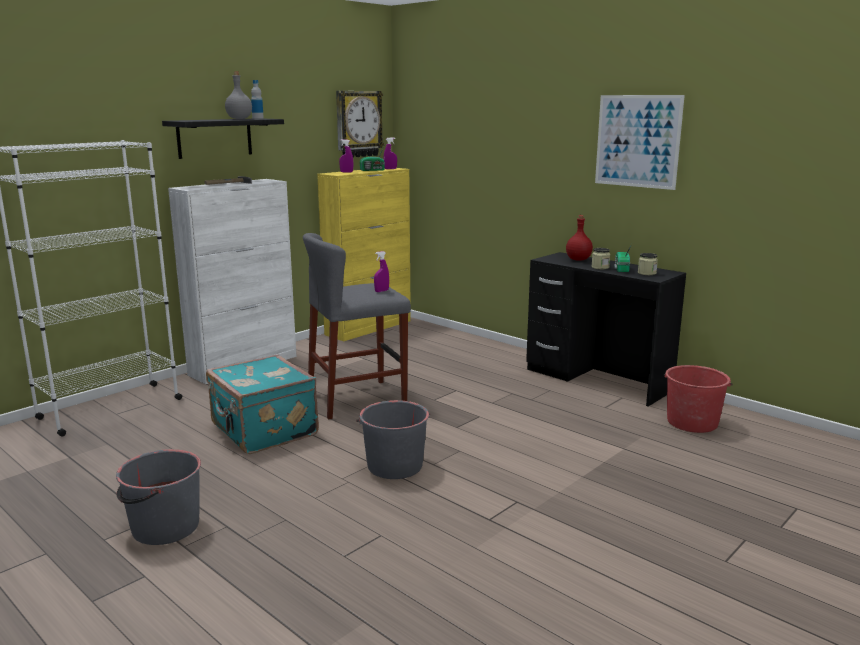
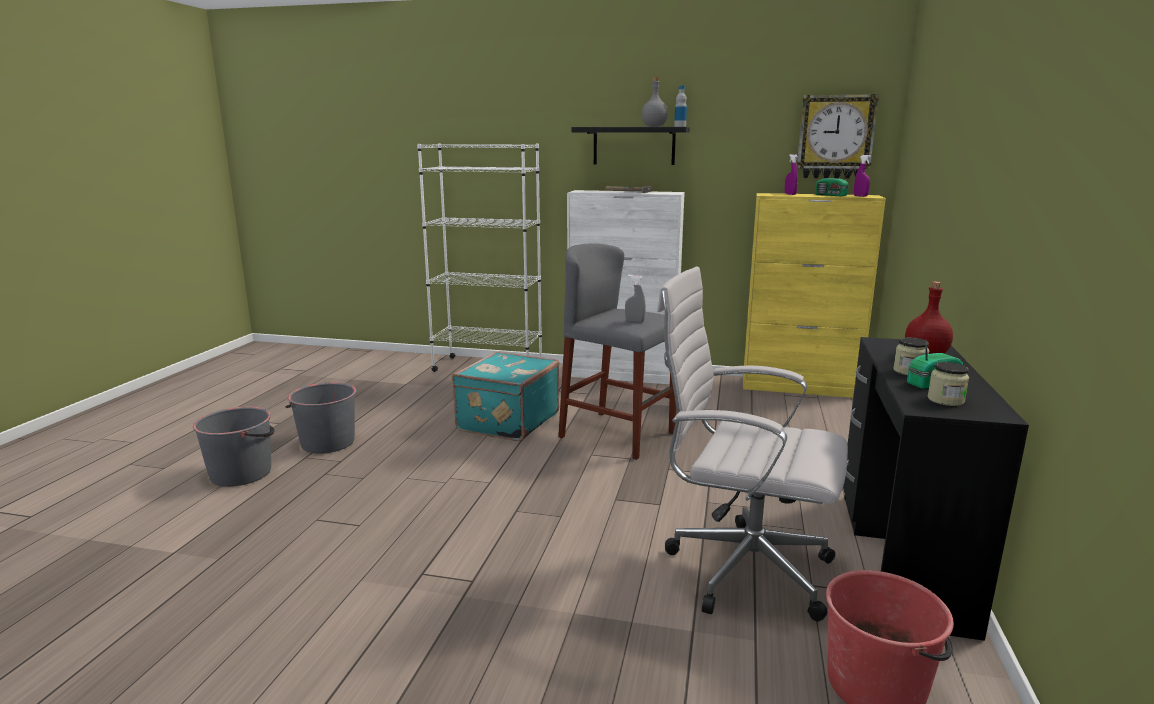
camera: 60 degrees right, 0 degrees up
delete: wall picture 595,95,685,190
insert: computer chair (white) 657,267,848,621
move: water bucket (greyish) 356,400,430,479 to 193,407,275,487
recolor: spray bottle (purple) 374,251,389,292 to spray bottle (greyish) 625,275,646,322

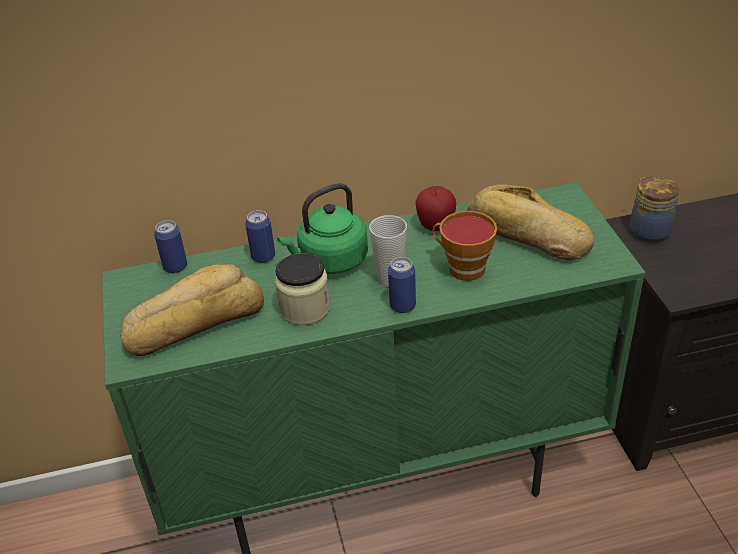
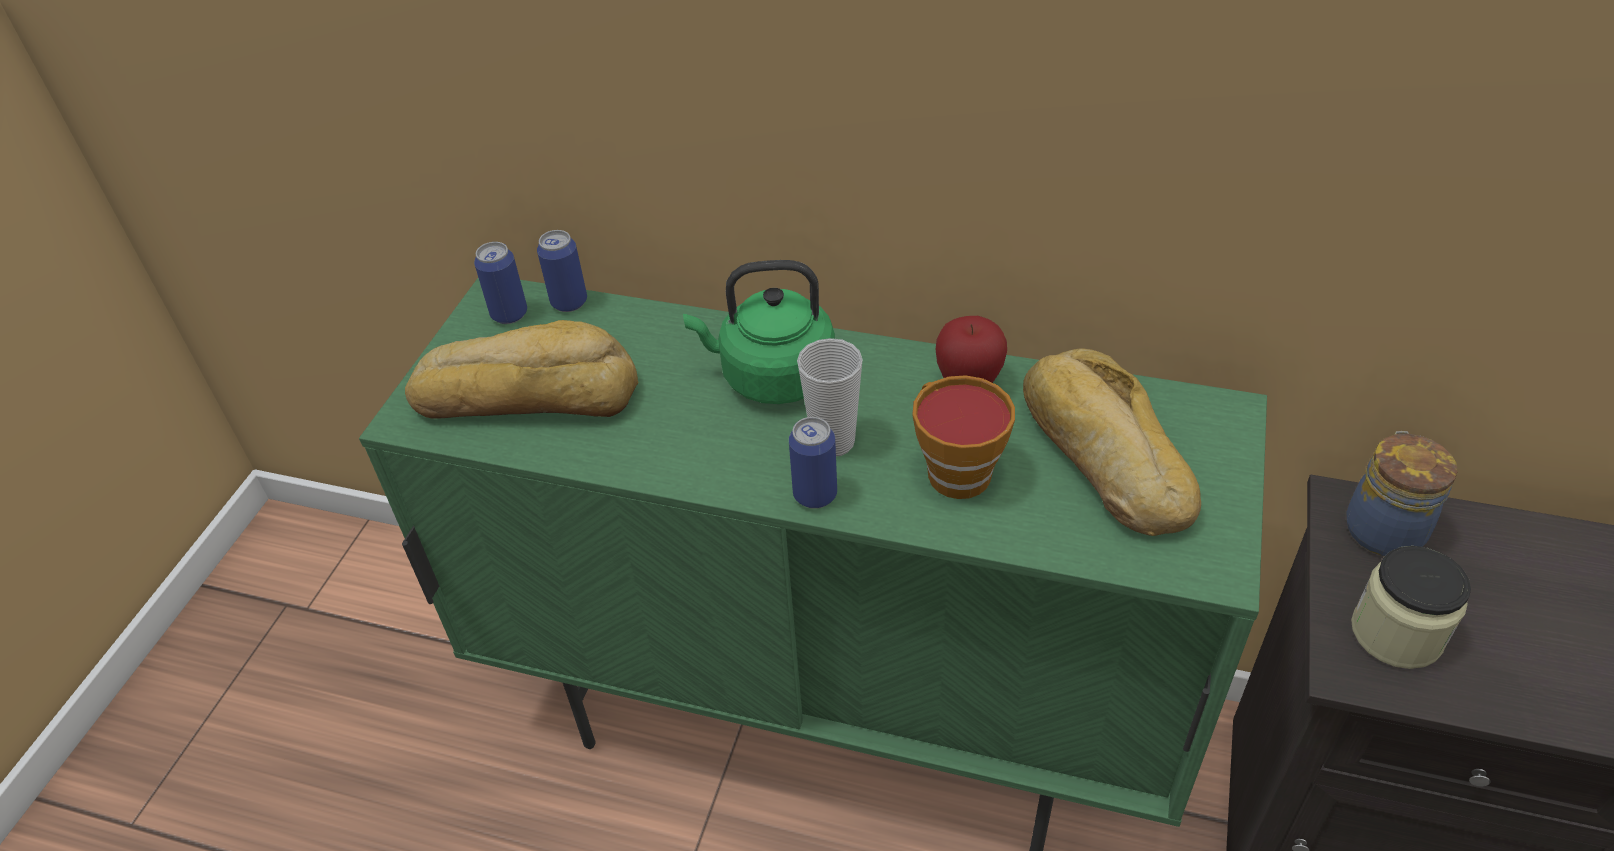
camera: 30 degrees right, 5 degrees up
move: can 245,210,275,263 to 474,242,527,324; preserve jar 275,253,330,325 to 1351,546,1471,669

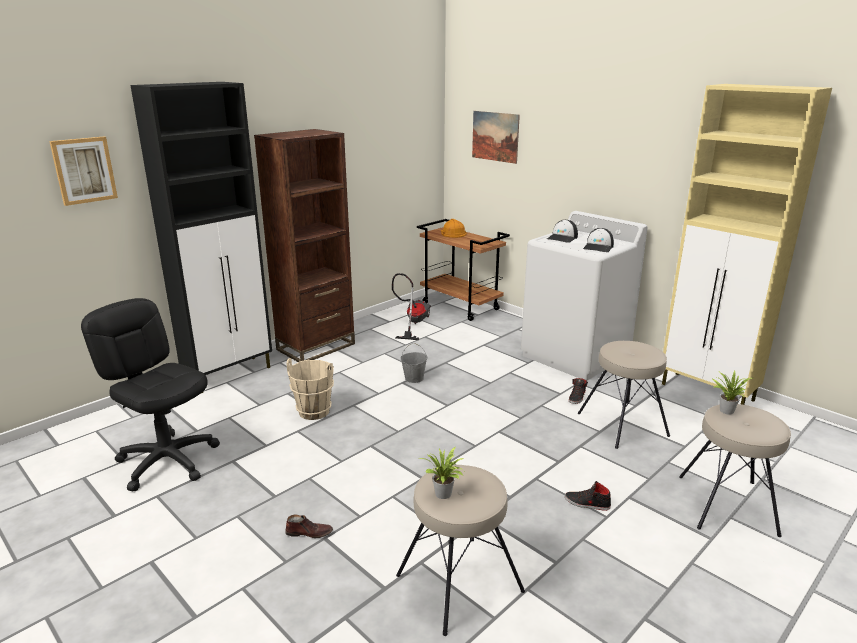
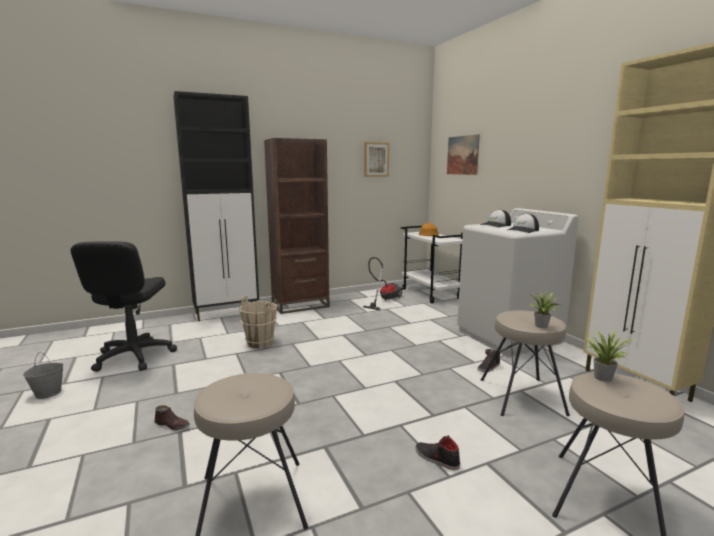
camera: 20 degrees right, 10 degrees down
move: wall picture 49,137,118,206 to 364,142,390,177; water bucket (greyish) 401,343,427,383 to 23,352,64,399; plant in a pot 419,447,464,499 to 530,291,560,328
recolor: trolley (brown-coloured) 417,219,510,321 to trolley (white) 401,226,463,303
rotate: computer chair (black-coloured) 81,298,220,492 = 70,241,177,372 150 degrees counterclockwise

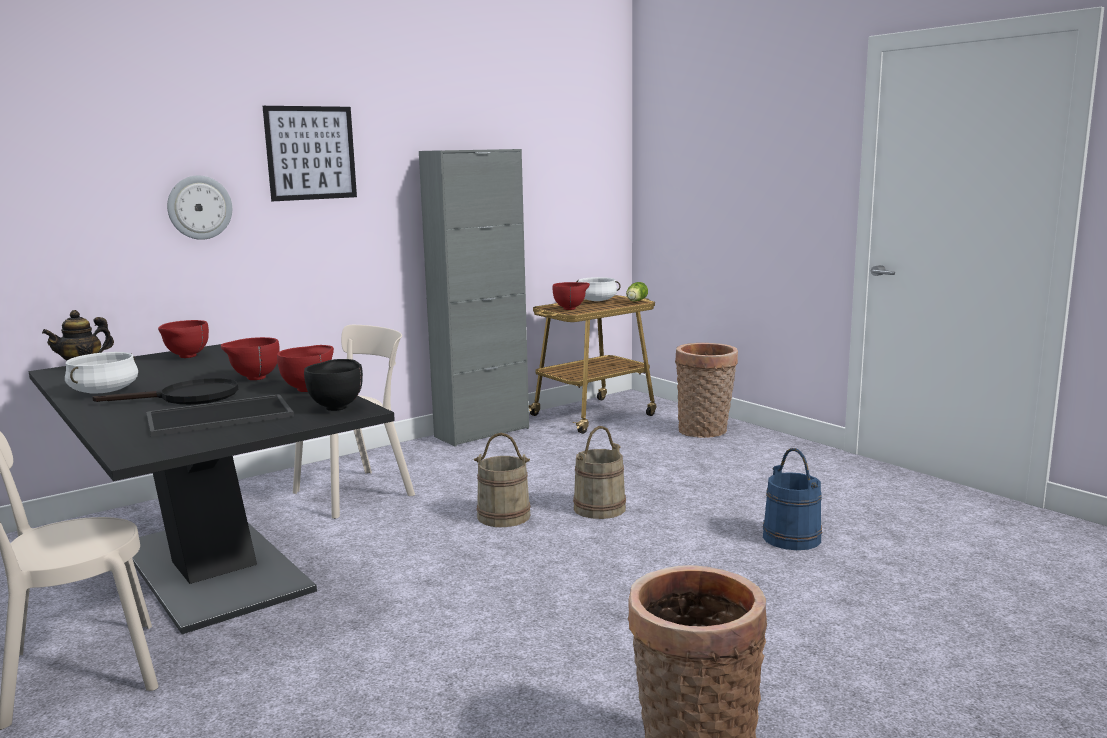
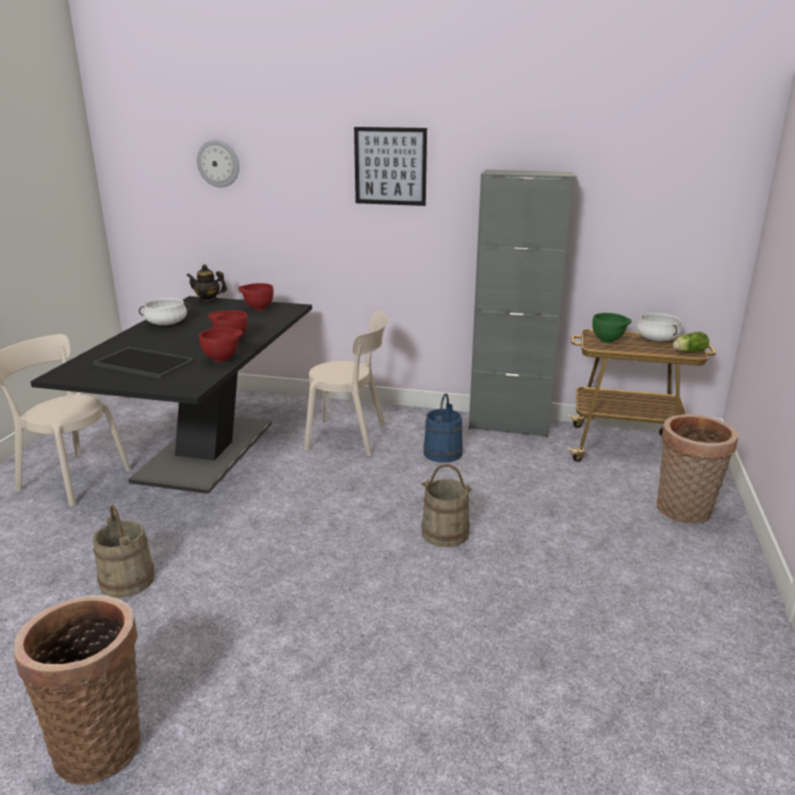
camera: 50 degrees right, 10 degrees up
delete: skillet (black-coloured) 92,378,238,405; deep dish (black-coloured) 304,359,363,411
move: wall clock 167,176,232,240 to 197,140,239,188; water bucket (beige-coloured) 474,433,531,527 to 93,505,155,598; water bucket (blue) 763,448,822,550 to 423,393,463,462
recolor: deep dish (red) 552,282,590,310 to deep dish (greenish) 593,313,632,343

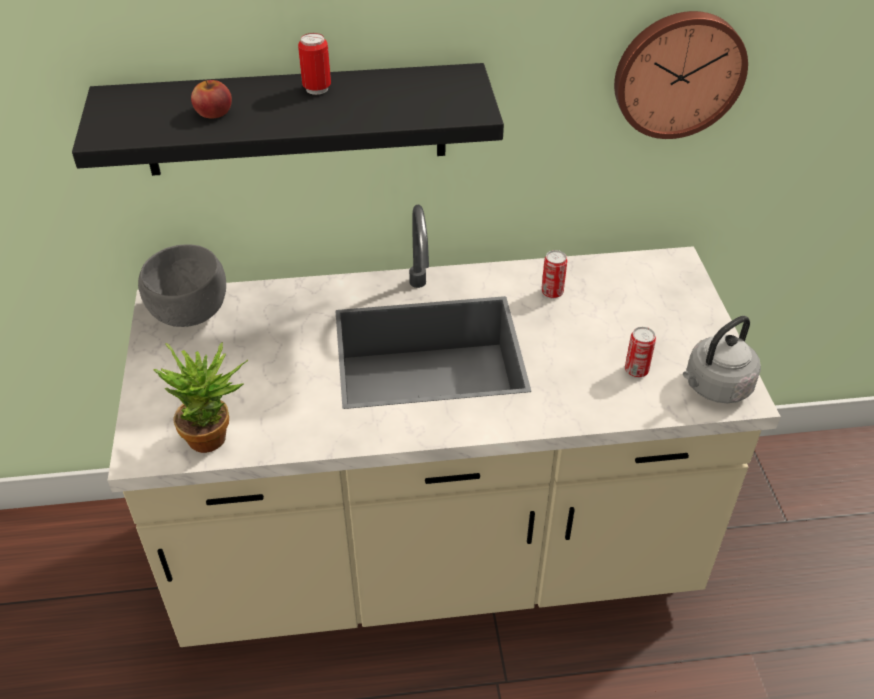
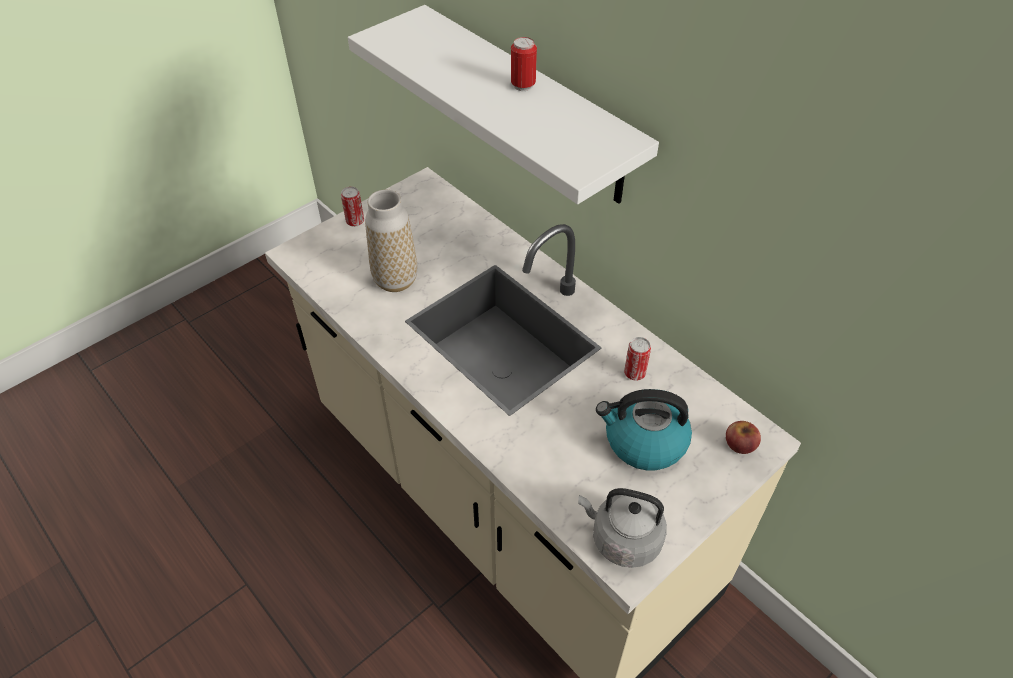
camera: 55 degrees right, 5 degrees up
delete: deep dish (greyish) 138,244,226,327; plant in a pot 153,342,248,453; wall clock 614,11,748,139
insert: decorative vase 365,190,417,292; water kettle 596,389,692,470
move: whole apple 191,80,232,118 to 726,421,761,454; can 625,327,656,378 to 341,187,364,227
recolor: shelf (black-coloured) 72,63,504,176 to shelf (white) 348,5,659,204

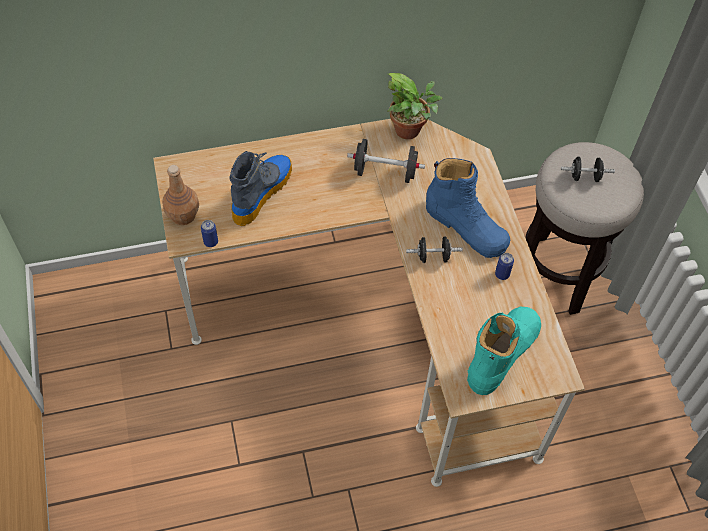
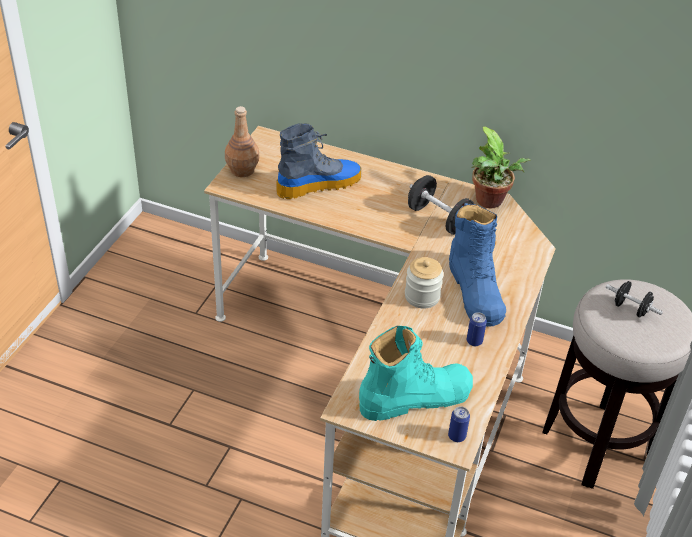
camera: 35 degrees right, 15 degrees down
move: can 201,220,218,247 to 448,406,470,442
replace: dumbbell (black-coloured) 406,237,463,263 to preserve jar 405,257,444,308

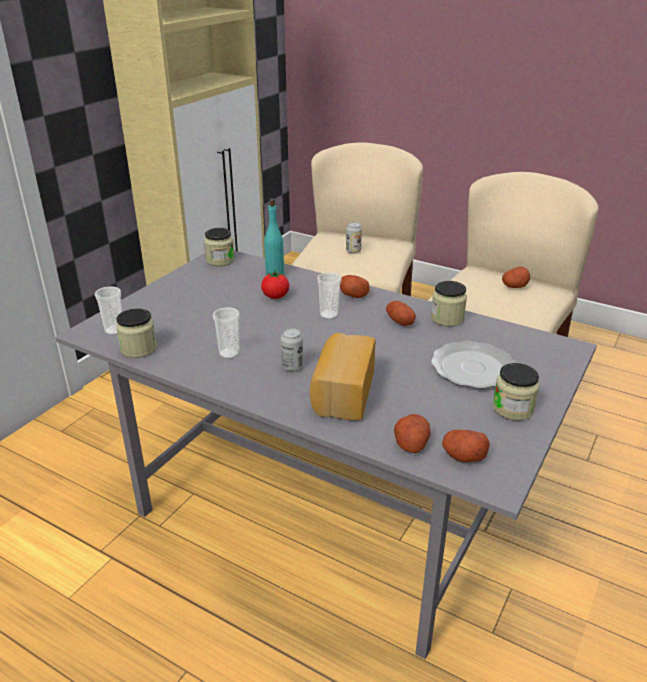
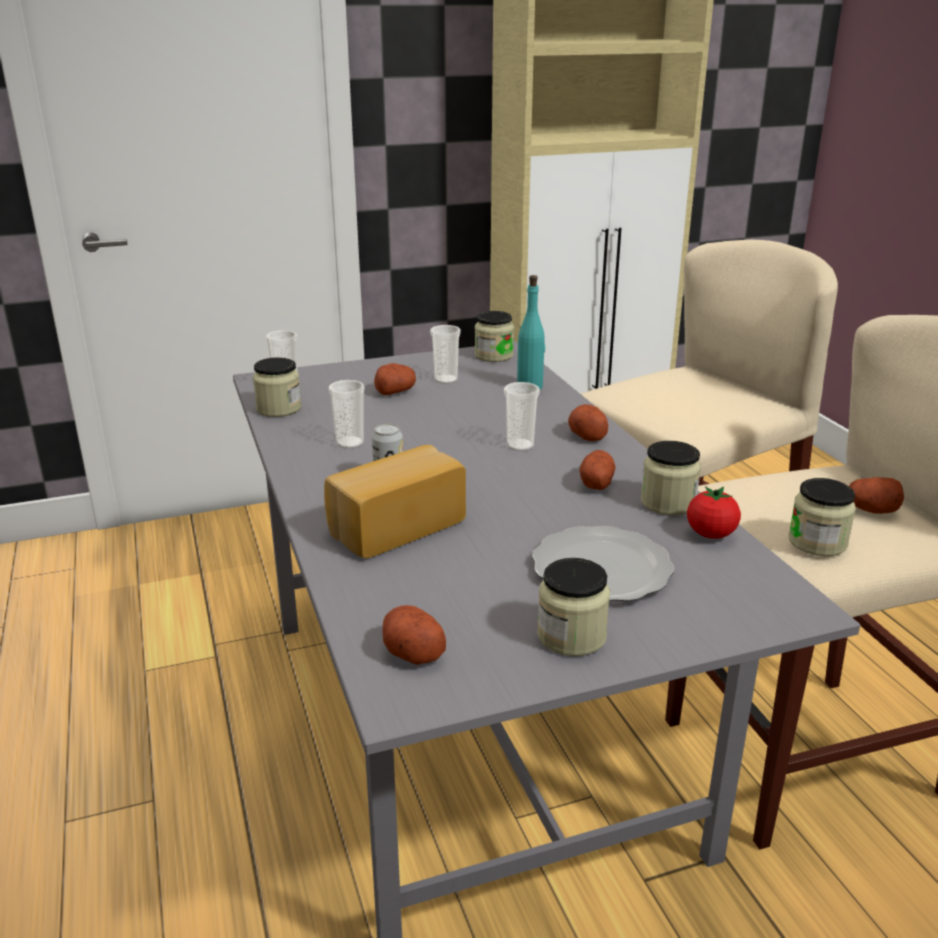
camera: 40 degrees right, 5 degrees down
delete: can 346,222,362,254
insert: drinking cup 430,325,461,384; preserve jar 788,478,856,556
move: tomato 261,270,289,299 to 687,486,741,539; spud 394,414,431,453 to 374,363,416,395

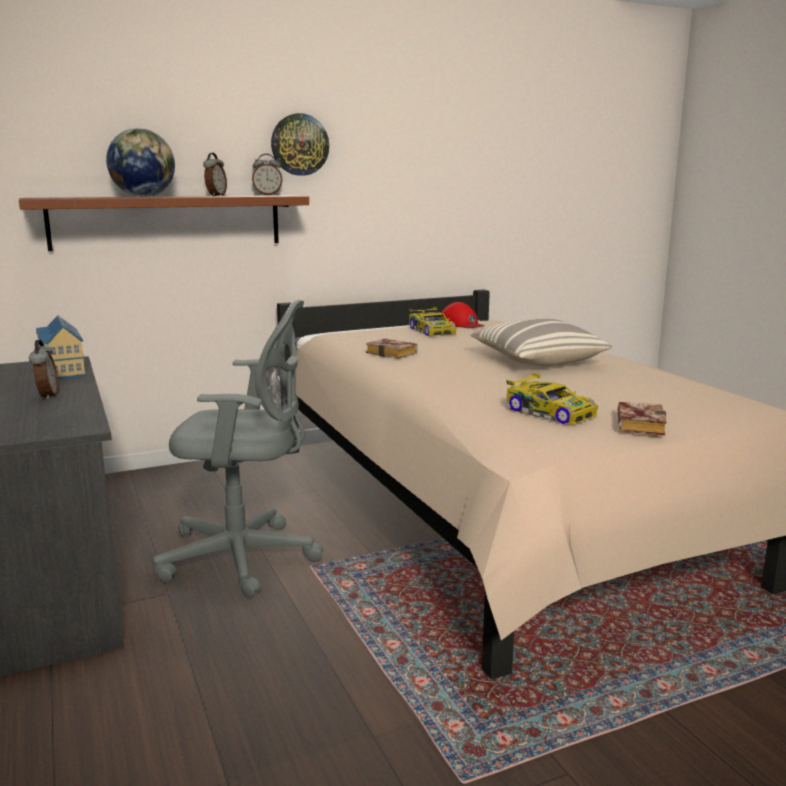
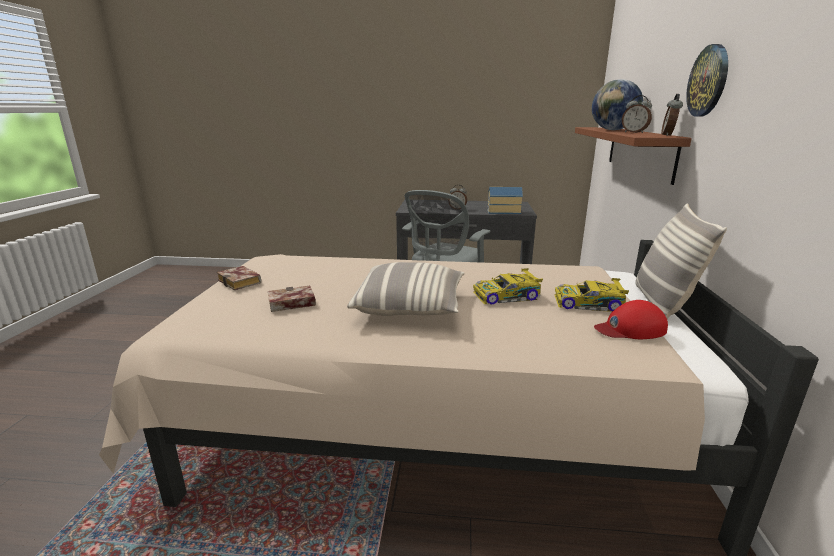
camera: 120 degrees right, 5 degrees up
insert: cushion 635,203,727,319
move: bound book 366,339,417,359 to 268,286,316,312; toy car 506,373,598,425 to 473,268,543,305

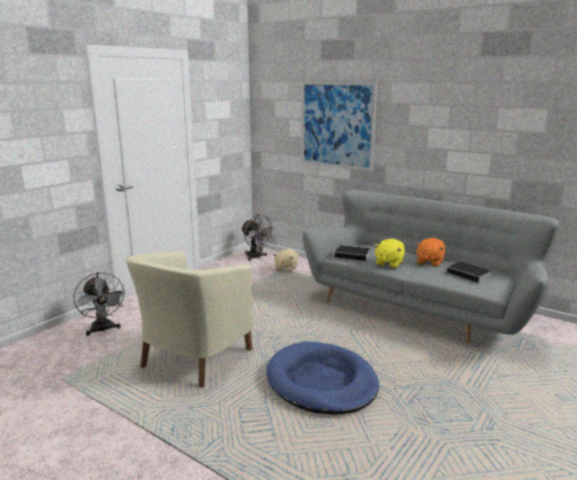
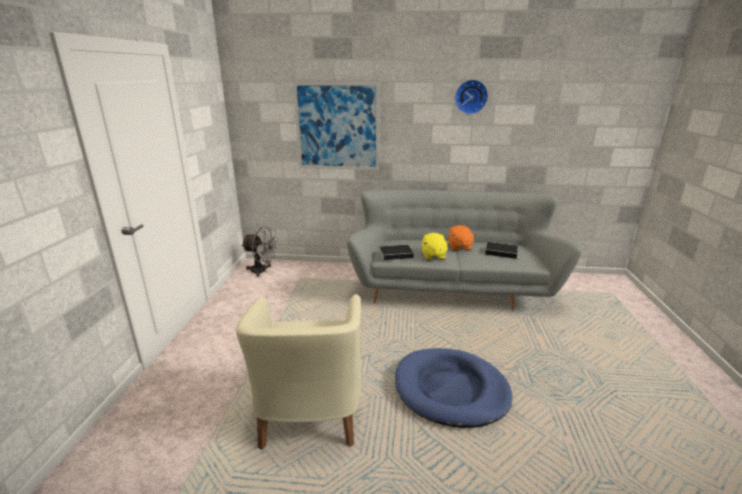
camera: 30 degrees left, 5 degrees up
delete: cooling fan (greyish) 73,272,126,336; plush toy (beige-coloured) 273,249,299,272
insert: wall clock 455,79,488,114

